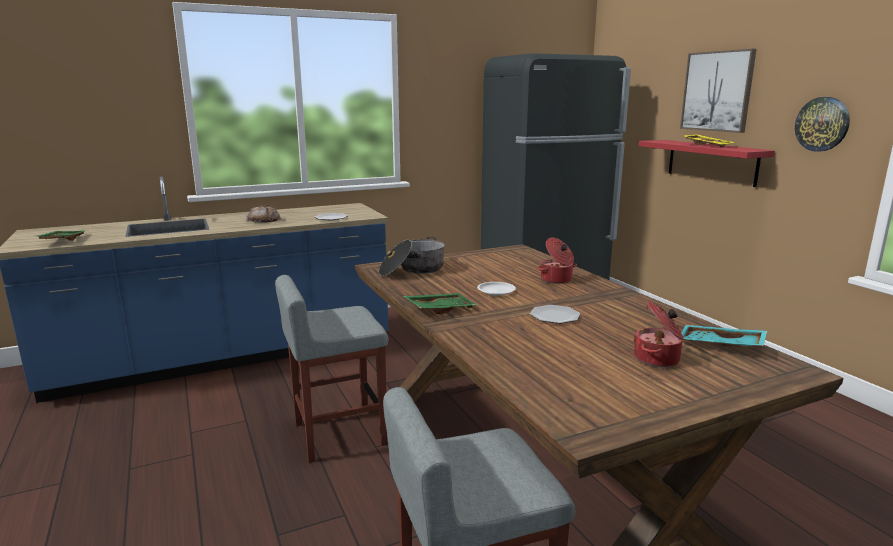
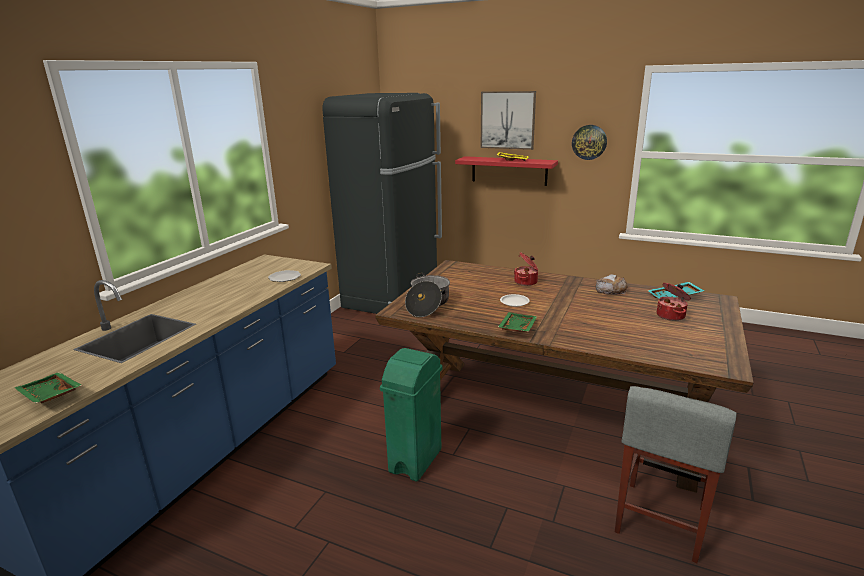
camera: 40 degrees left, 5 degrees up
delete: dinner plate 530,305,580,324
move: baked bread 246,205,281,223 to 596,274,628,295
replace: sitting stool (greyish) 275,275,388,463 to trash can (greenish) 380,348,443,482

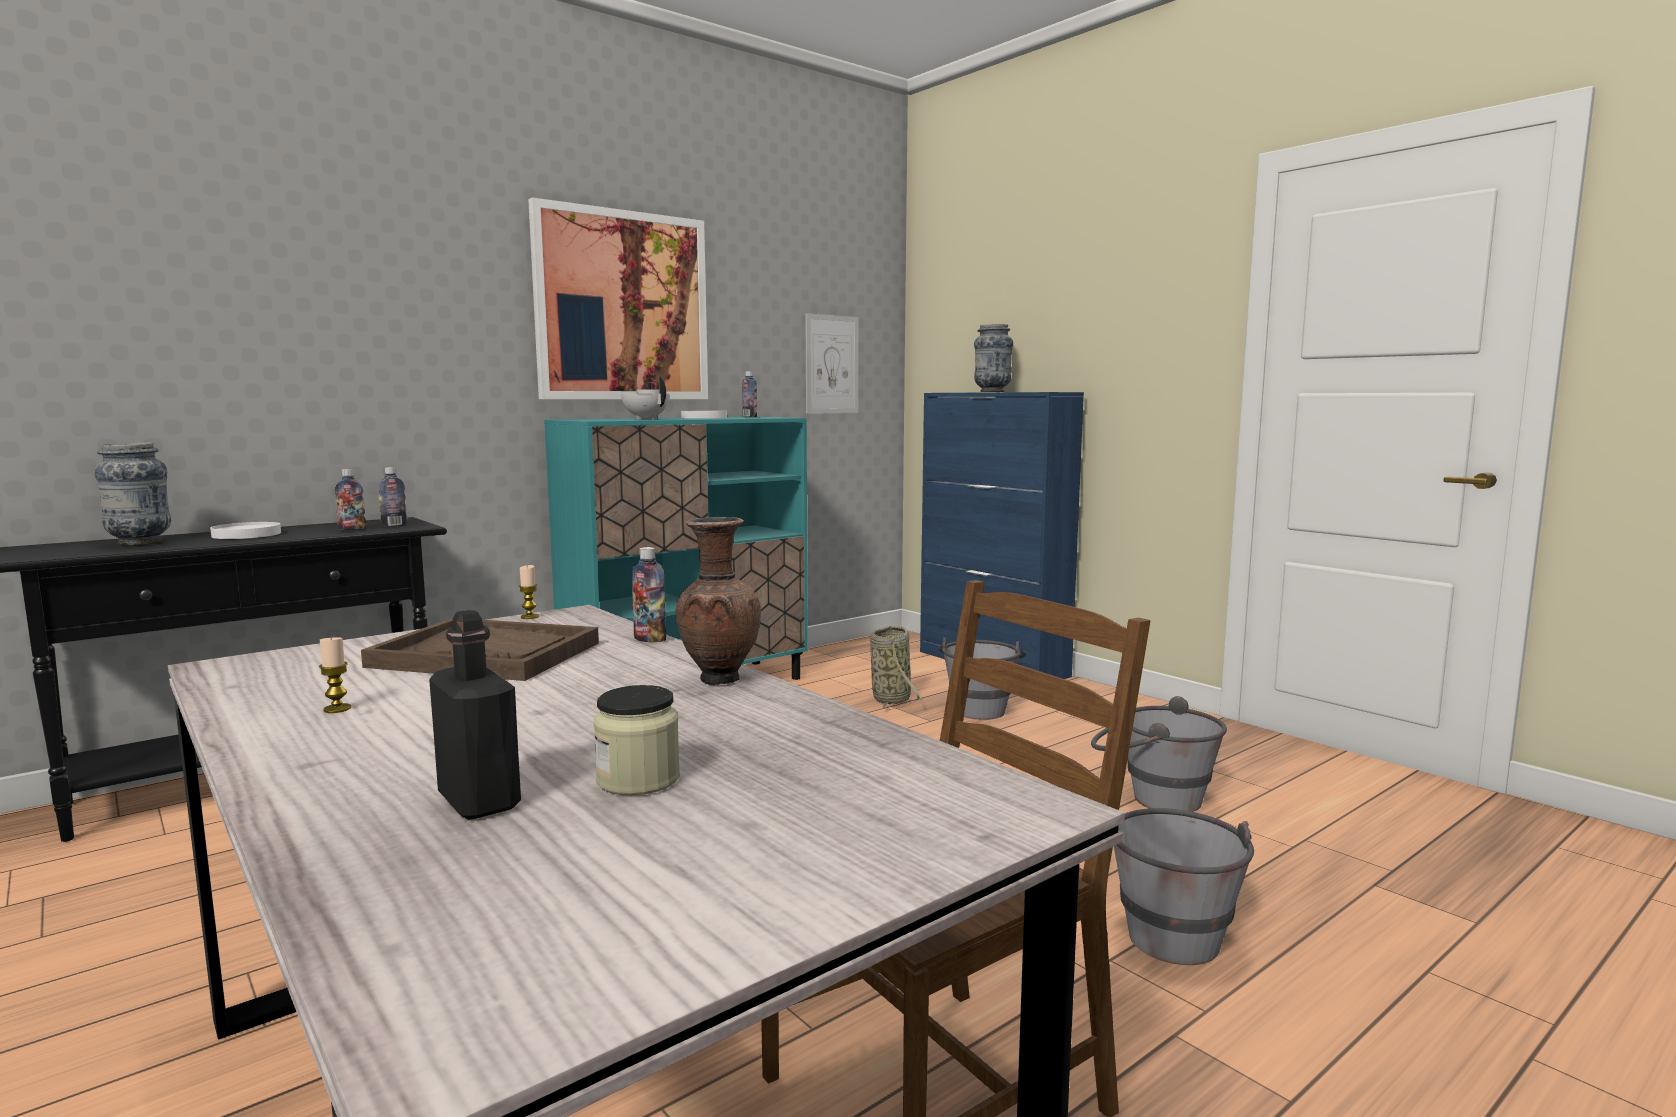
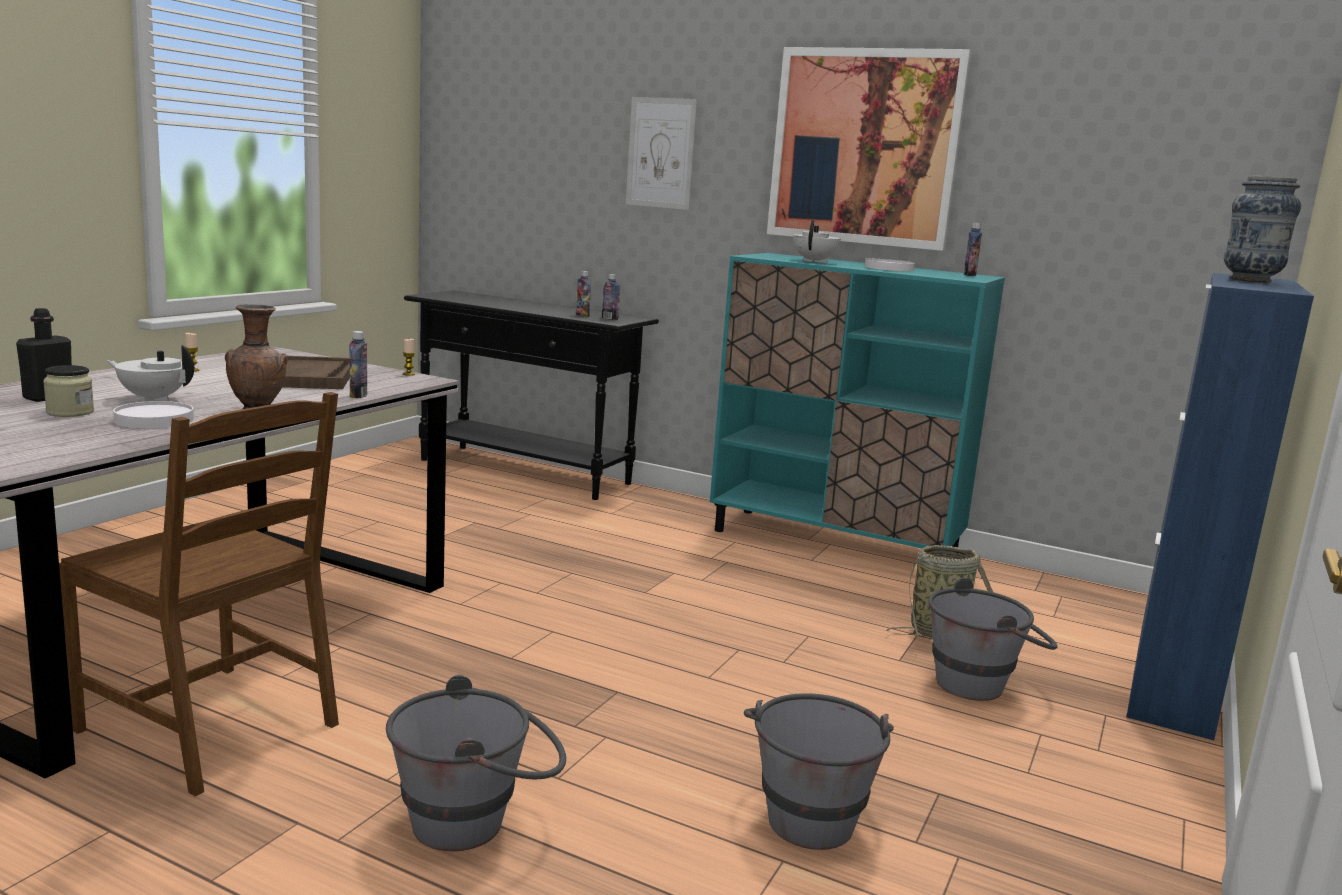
camera: 65 degrees right, 5 degrees up
delete: decorative vase 94,443,171,546
insert: pot for tea (white) 106,345,194,402
move: dinner plate (white) 210,522,281,539 to 113,401,194,429; wall picture 806,314,858,414 to 626,97,698,210

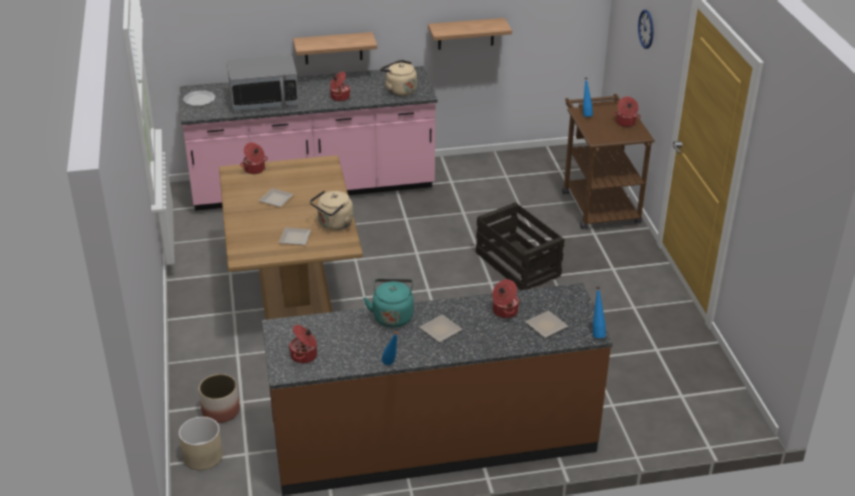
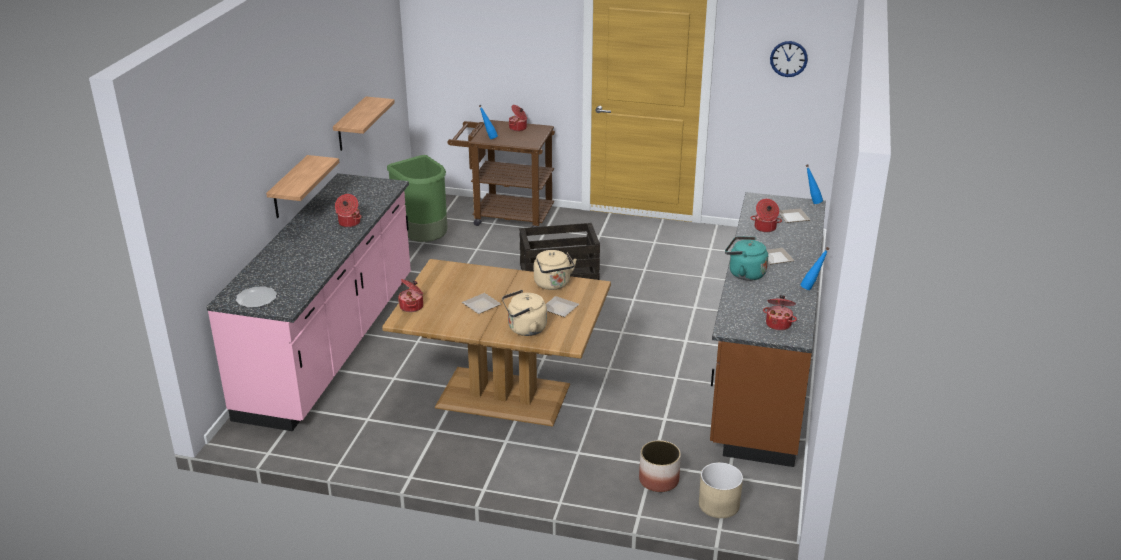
camera: 65 degrees left, 5 degrees down
delete: microwave 227,55,299,111
insert: trash can (greenish) 387,155,448,242
move: water kettle (beige-coloured) 380,60,417,96 to 502,290,547,336; wall clock 638,10,654,49 to 770,41,808,77

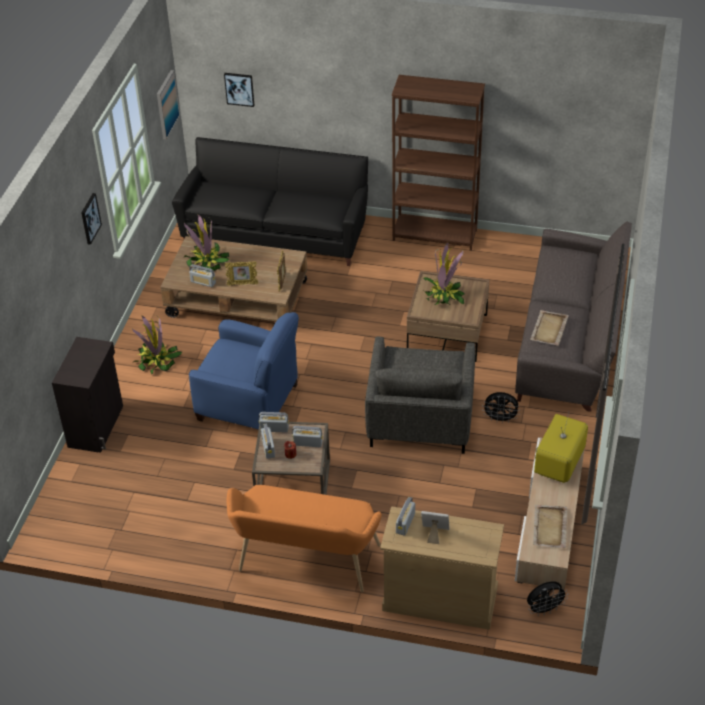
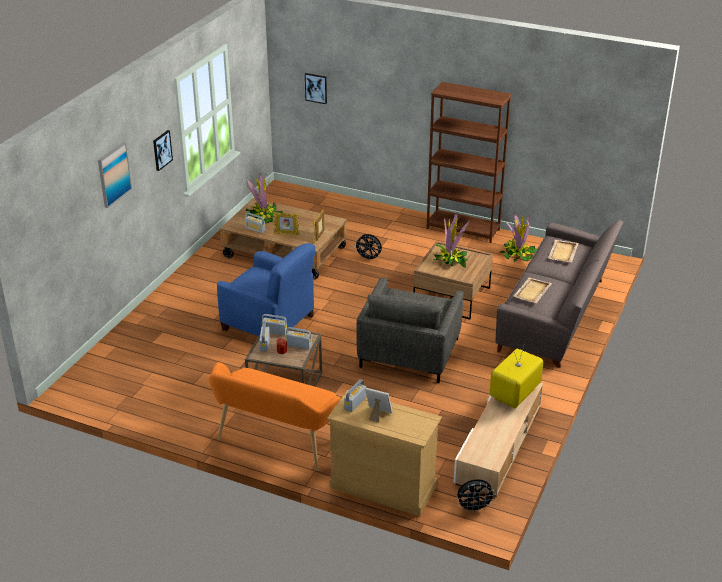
camera: 10 degrees right, 10 degrees down
delete: storage cabinet (black-coloured) 52,337,123,453; settee (black-coloured) 172,137,368,266
move: plant in a pot 132,315,182,375 to 499,213,537,262; wall picture 157,70,180,140 to 98,142,132,208; cooling fan (black-coloured) 482,392,520,423 to 354,234,382,261; serving tray (beige-coloured) 533,505,567,548 to 548,240,579,263

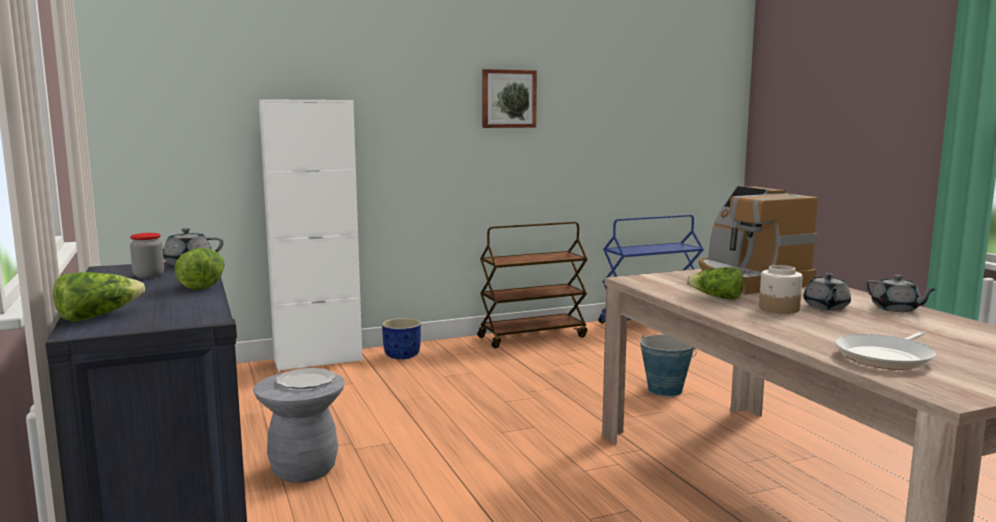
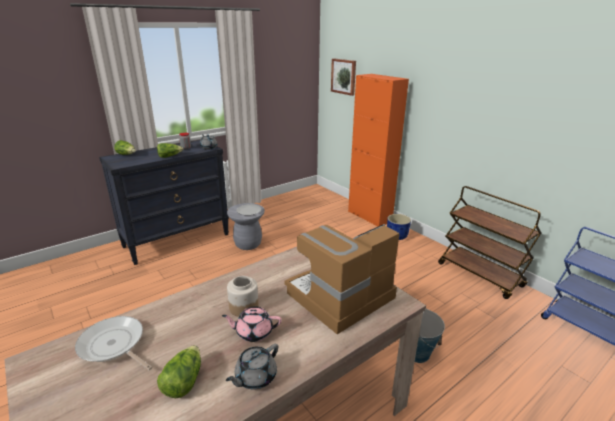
camera: 75 degrees right, 15 degrees up
move: wall picture 482,69,537,128 to 331,59,356,96; lettuce head 686,267,743,300 to 157,345,201,398
recolor: storage cabinet (white) 259,99,363,372 to storage cabinet (orange-coloured) 348,74,409,226; pot for tea (greyish) 804,273,851,310 to pot for tea (pink) 222,306,282,342

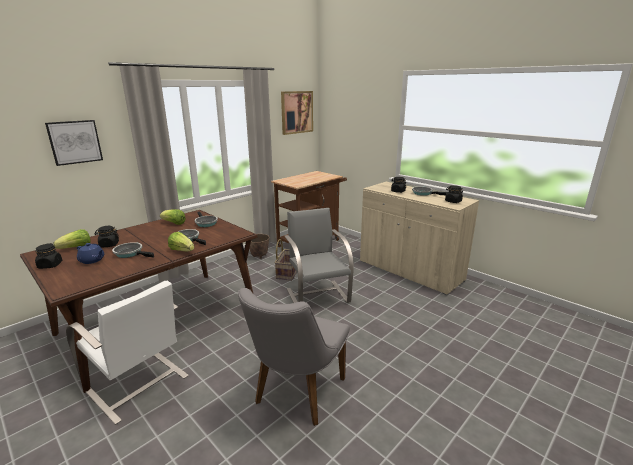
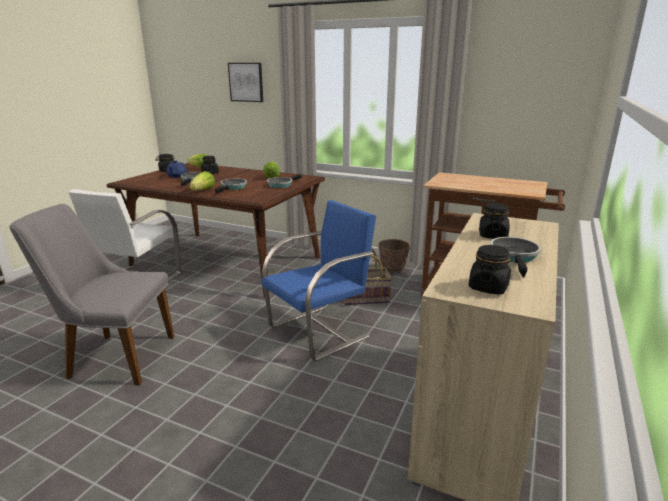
camera: 70 degrees right, 0 degrees up
delete: wall picture 281,91,313,135
recolor: upright chair (greyish) 284,208,354,303 to upright chair (blue) 262,200,376,361

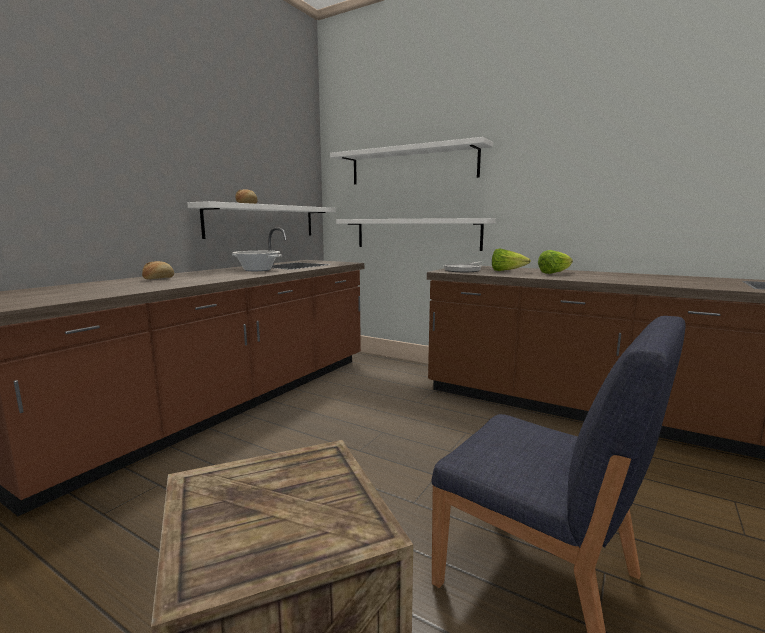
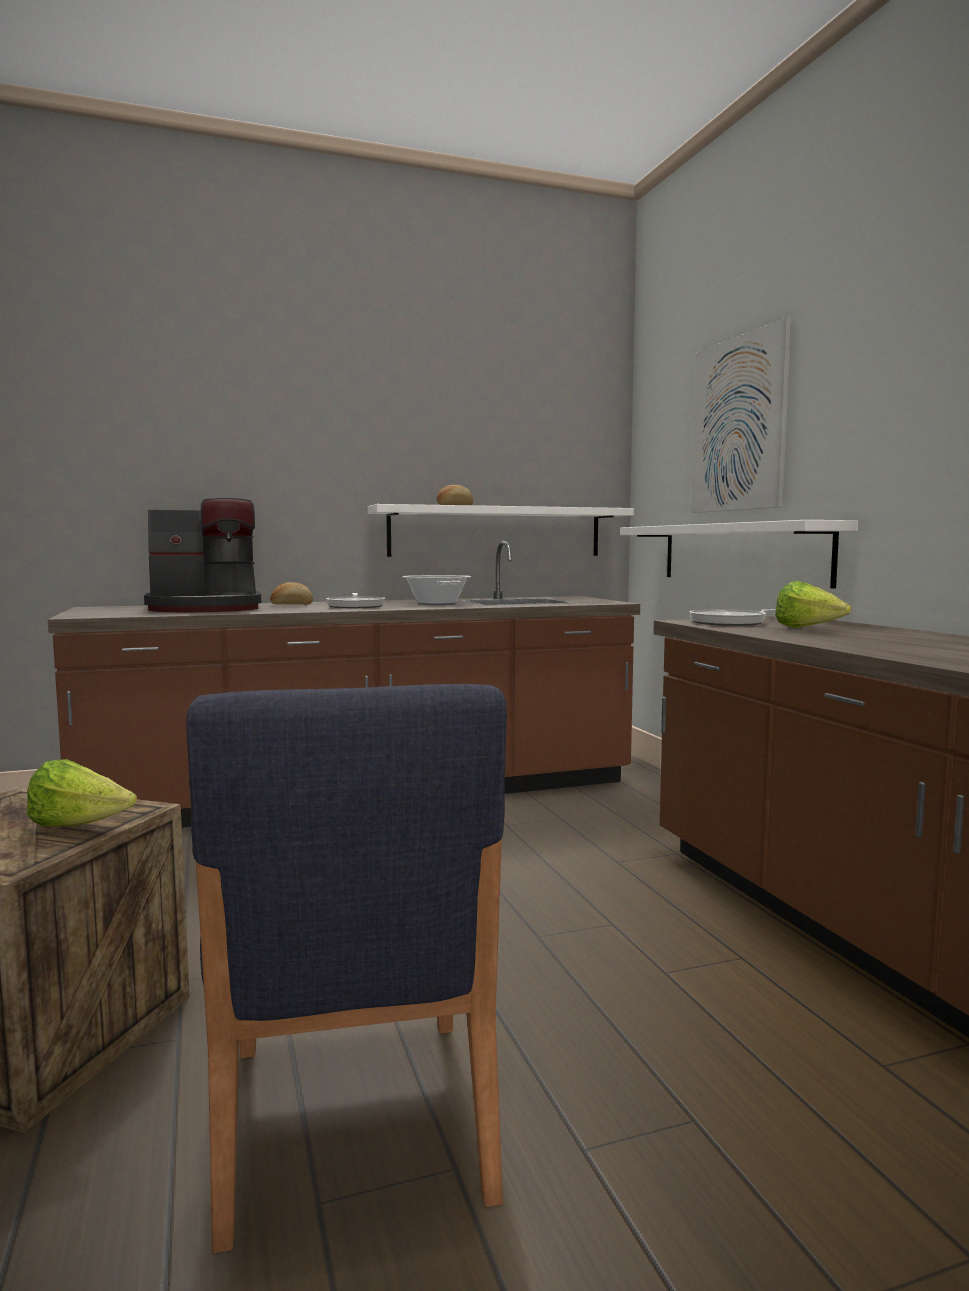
camera: 40 degrees right, 5 degrees down
insert: coffee brewer 144,498,261,612; skillet 326,593,385,608
move: lettuce head 538,250,573,274 to 27,759,137,827
replace: shelf (white) 330,137,493,185 to wall picture 691,317,791,513

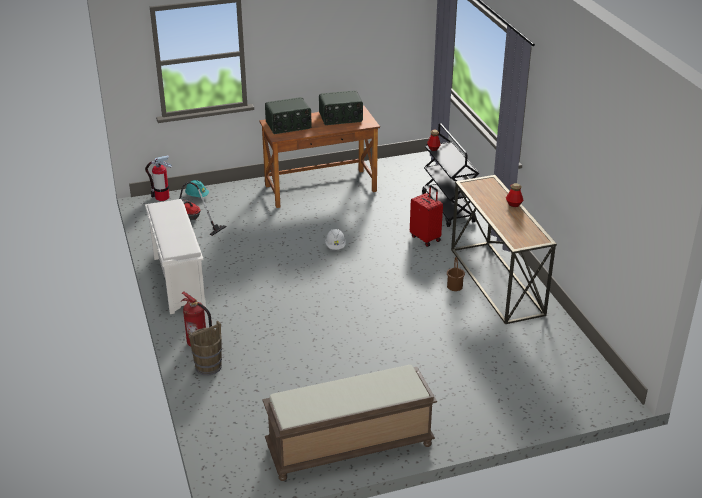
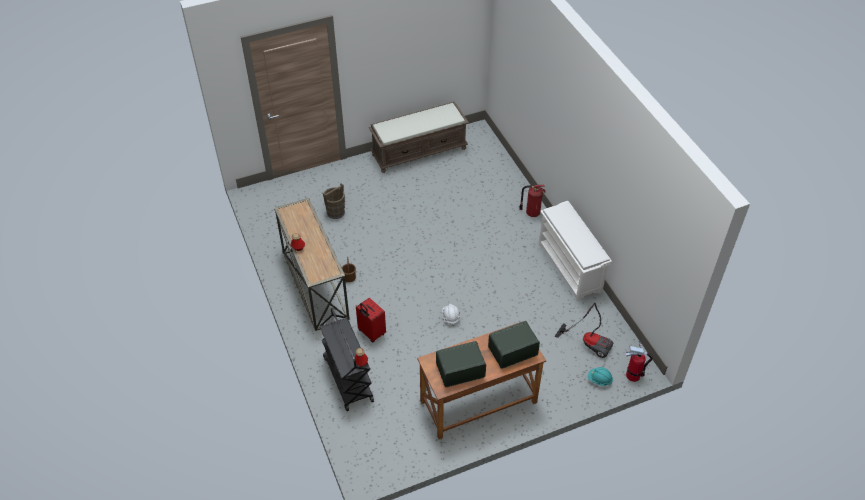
camera: 175 degrees right, 15 degrees up
move: water bucket (brown-coloured) 188,321,222,375 to 323,183,345,219

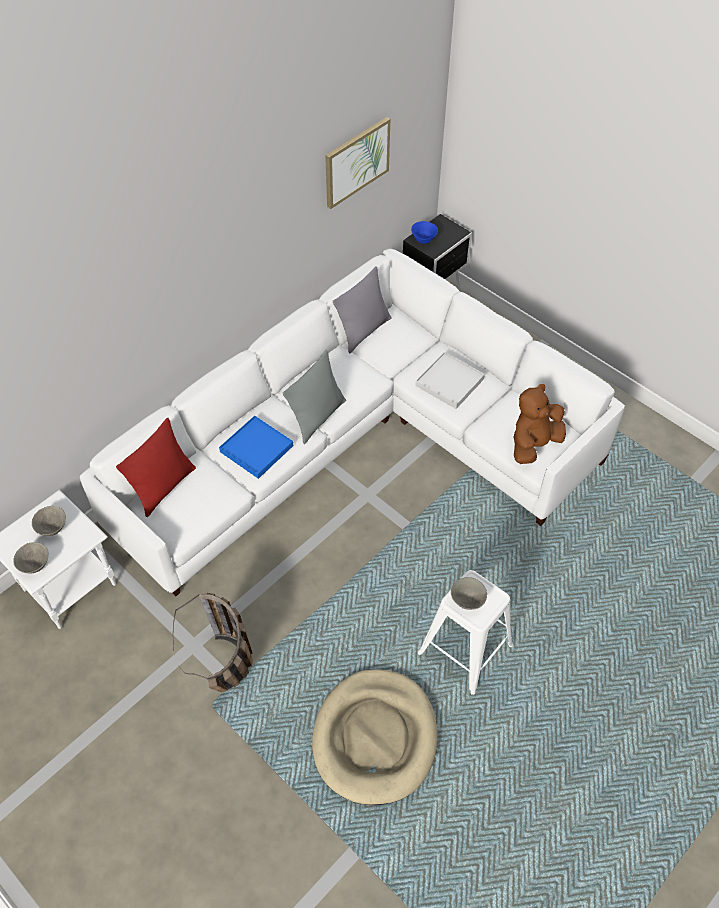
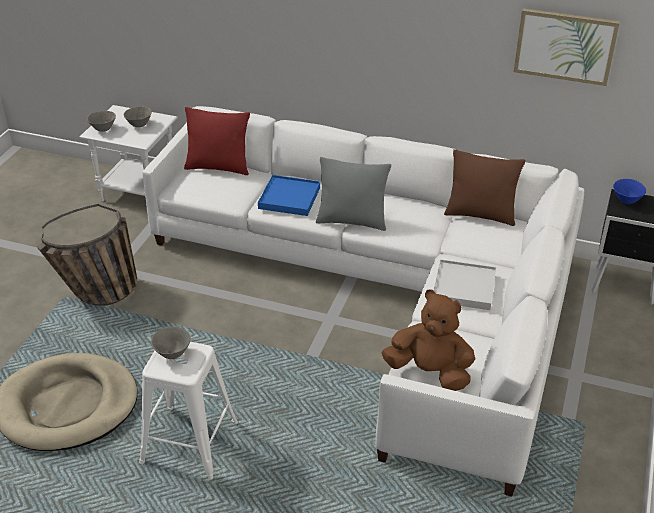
camera: 65 degrees right, 15 degrees down
recolor: cushion (greyish) 333,266,391,354 to cushion (brown-coloured) 444,149,525,226

